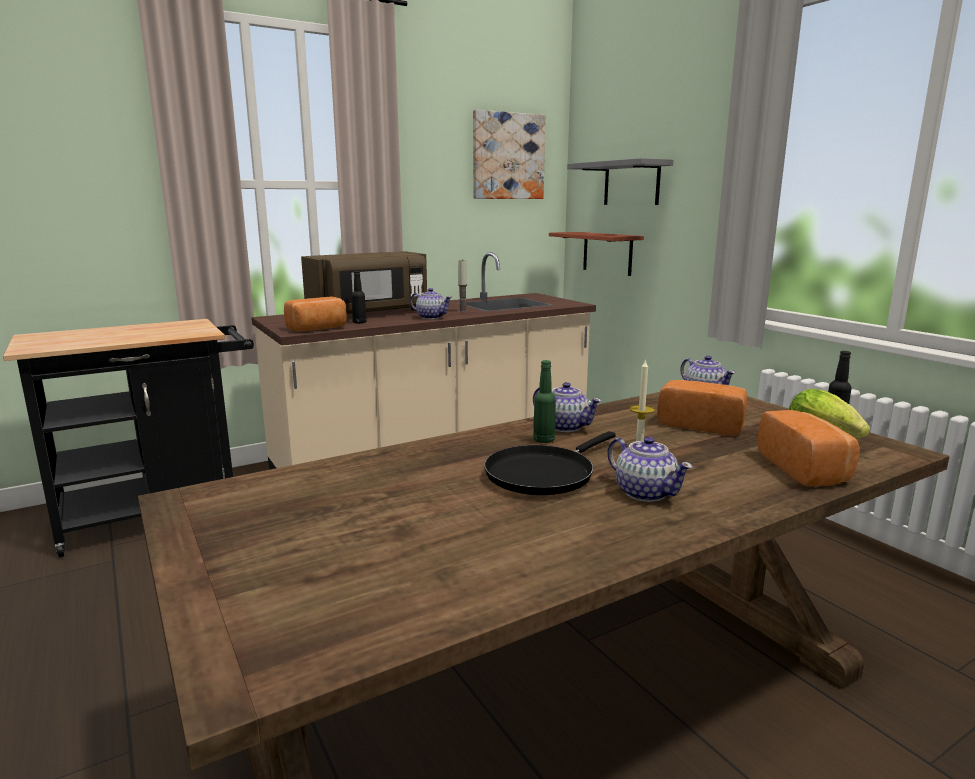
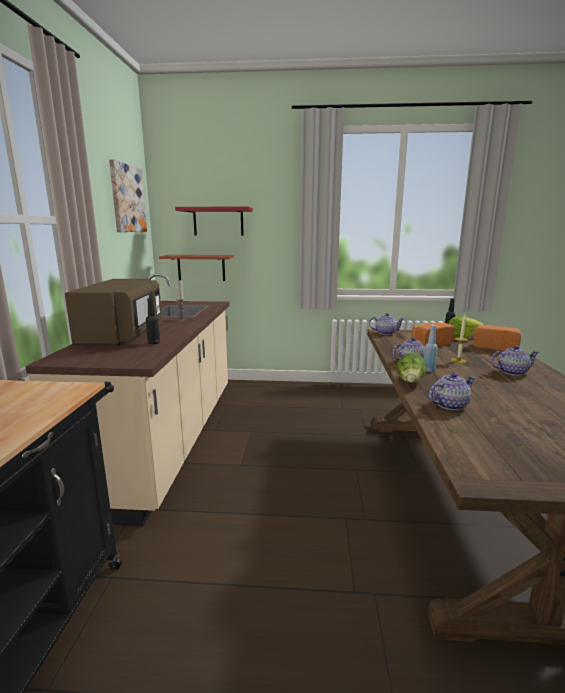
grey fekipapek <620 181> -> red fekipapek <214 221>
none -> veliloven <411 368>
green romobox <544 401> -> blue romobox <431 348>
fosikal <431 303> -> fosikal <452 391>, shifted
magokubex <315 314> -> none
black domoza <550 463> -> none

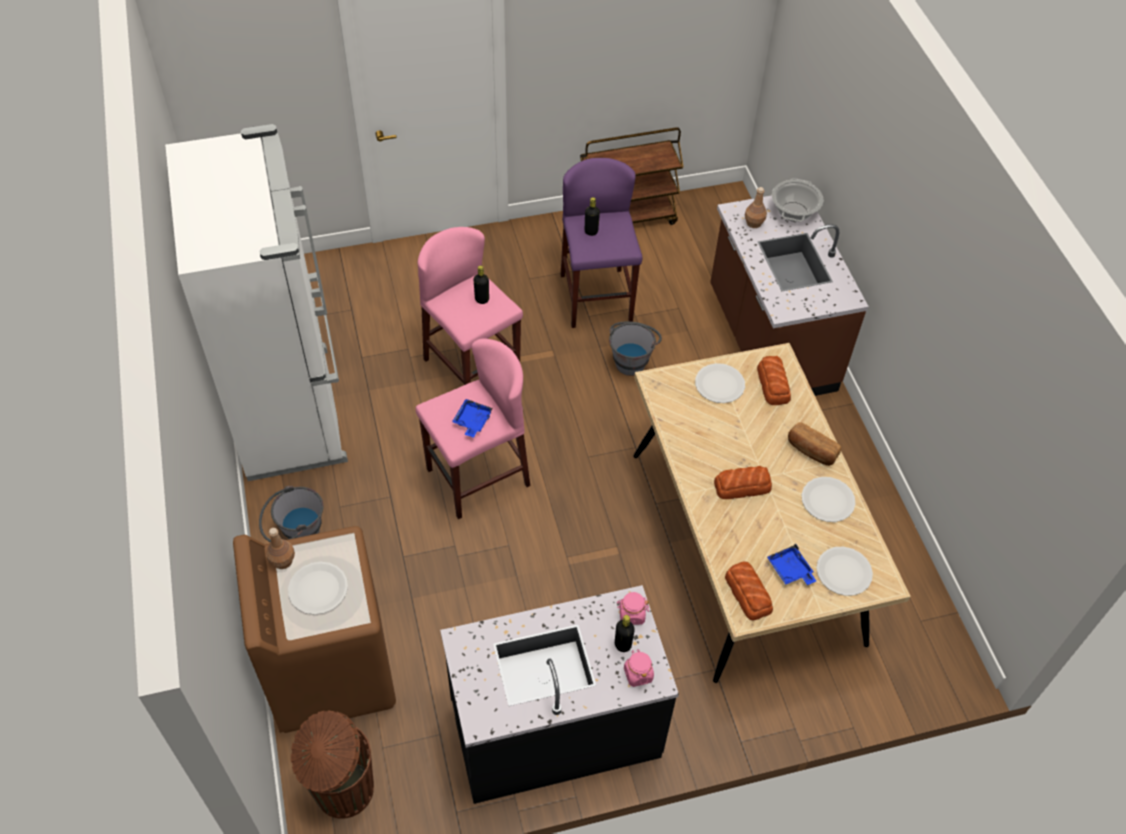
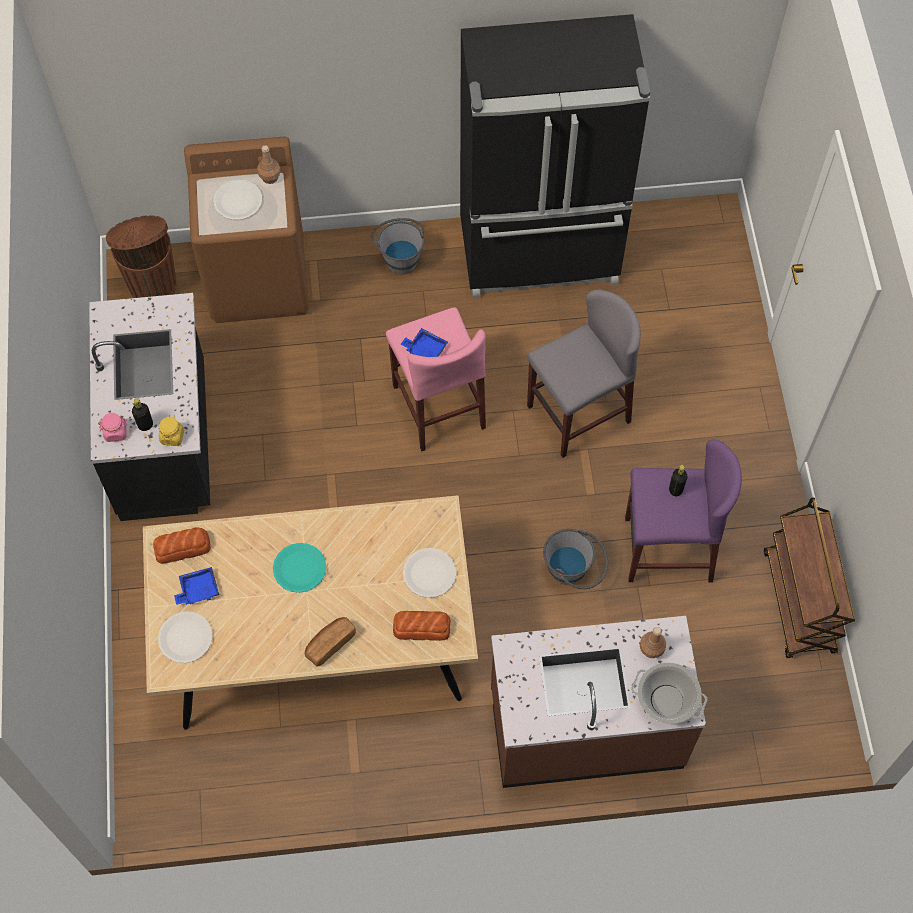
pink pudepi <633 608> -> yellow pudepi <171 430>
magokubex <743 482> -> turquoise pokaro <299 568>
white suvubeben <256 302> -> black suvubeben <555 156>
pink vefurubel <470 306> -> grey vefurubel <584 374>
black romobox <481 284> -> none
white pokaro <828 499> -> none

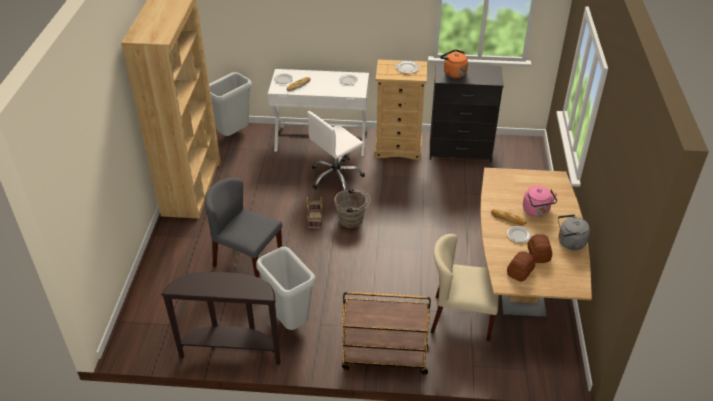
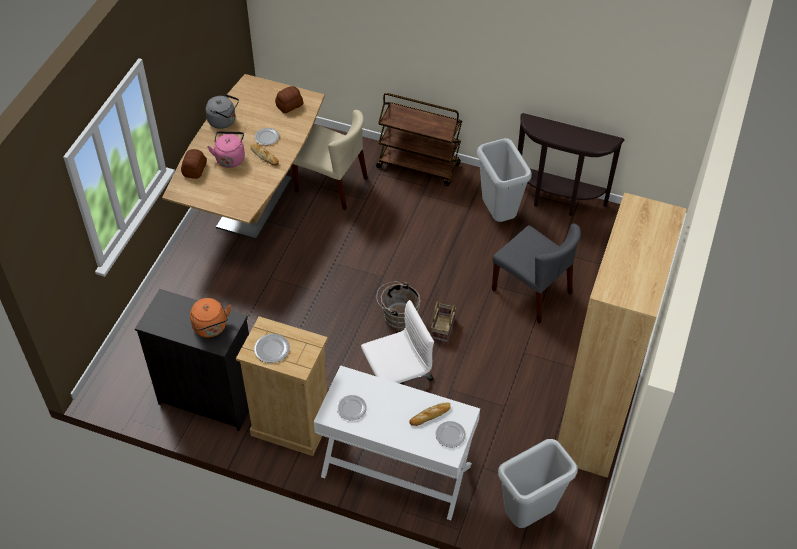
magokubex <540 248> -> magokubex <194 164>, shifted

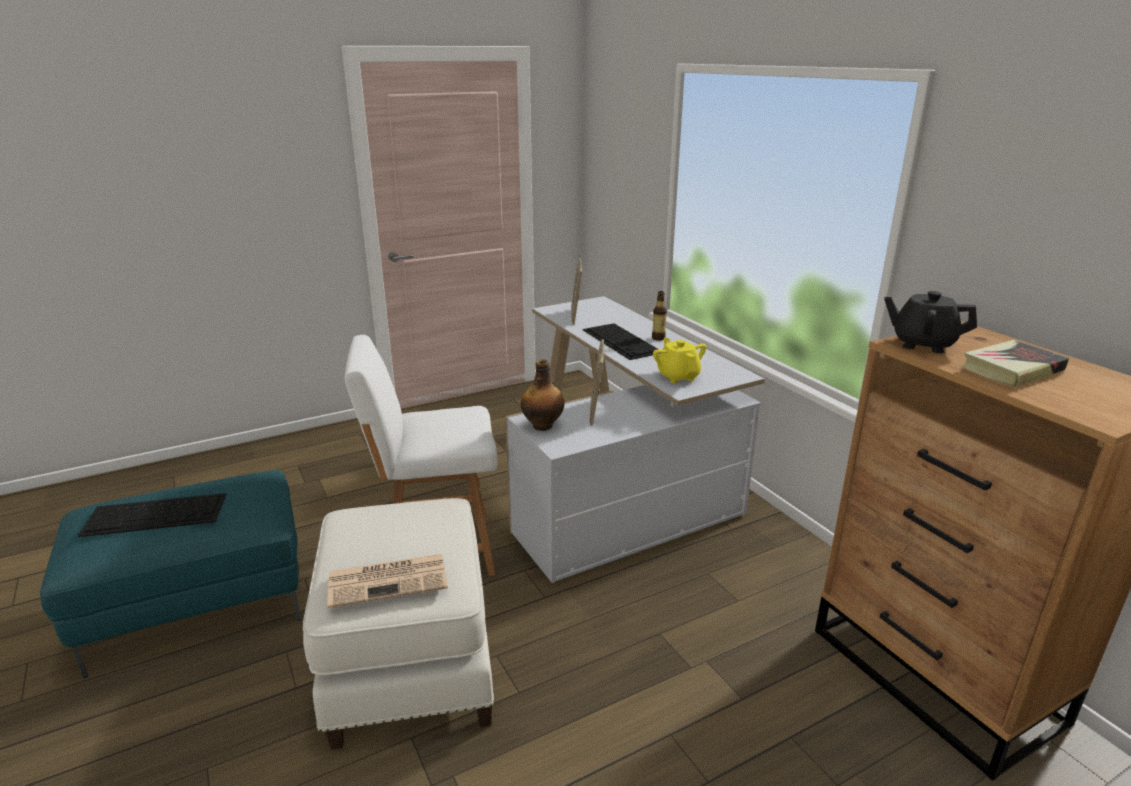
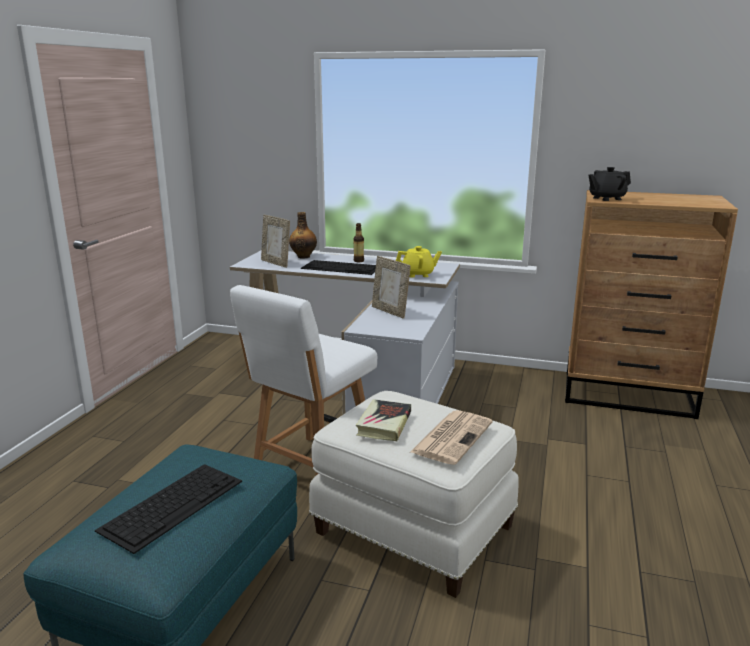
romobox <543 395> -> romobox <303 235>, shifted
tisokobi <1015 364> -> tisokobi <384 420>, shifted
yellow fosikal <680 361> -> yellow fosikal <419 262>, 150 degrees clockwise

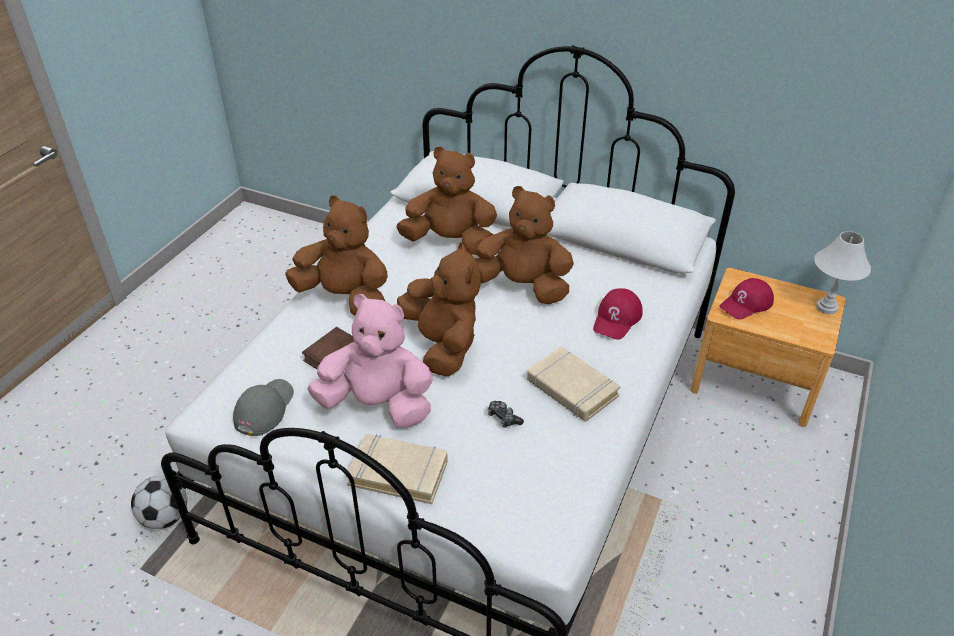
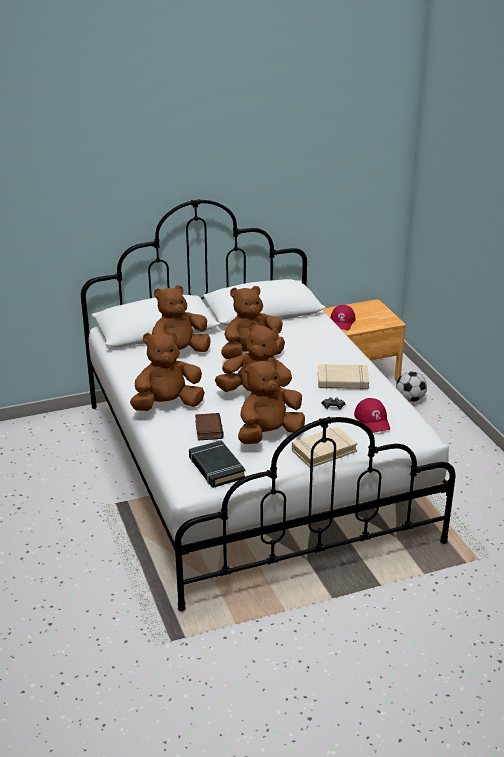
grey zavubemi <263 407> -> black tisokobi <217 464>
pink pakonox <370 361> -> brown pakonox <271 401>
red zavubemi <618 314> -> red zavubemi <372 415>, shifted
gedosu <159 502> -> gedosu <411 386>, shifted
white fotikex <842 272> -> none

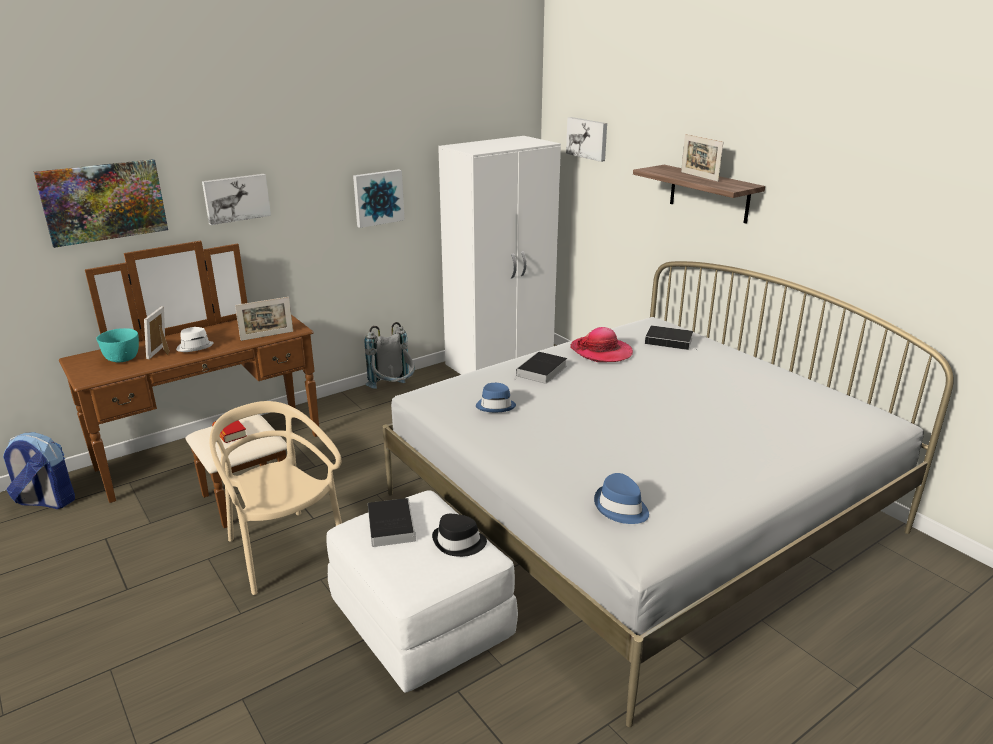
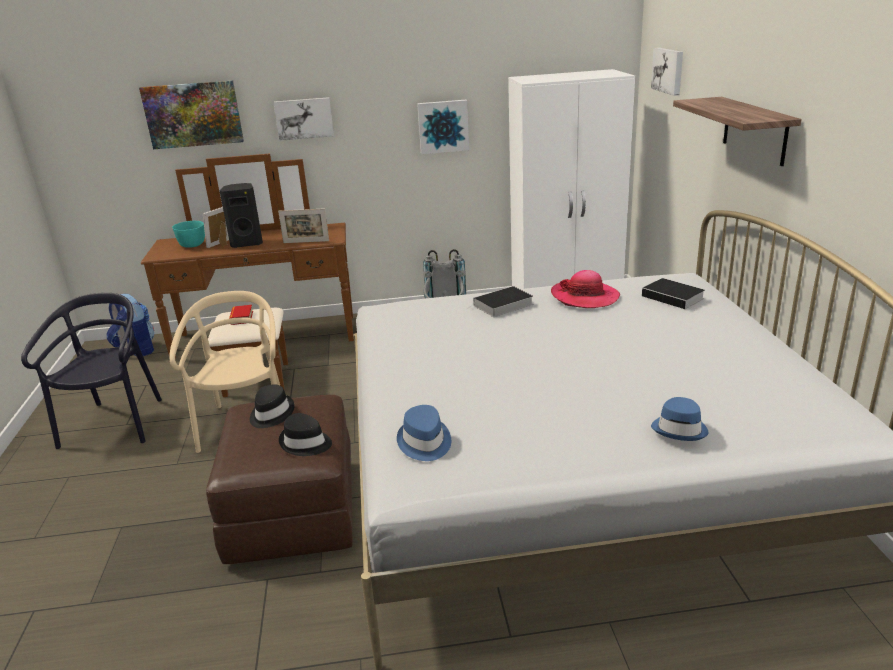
none -> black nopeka <91 371>
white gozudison <422 591> -> brown gozudison <279 479>
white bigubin <195 339> -> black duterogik <241 215>
tisokobi <392 522> -> black bigubin <272 406>
blue bigubin <496 397> -> blue bigubin <679 419>, shifted
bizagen <702 158> -> none

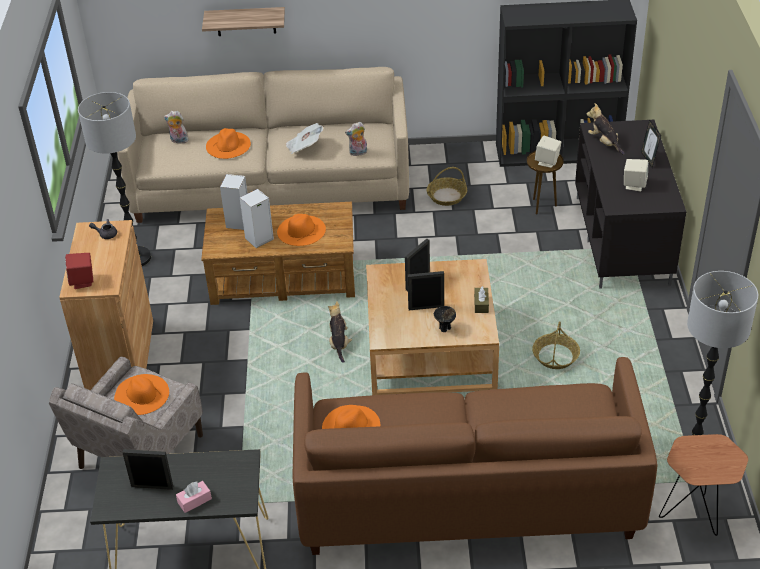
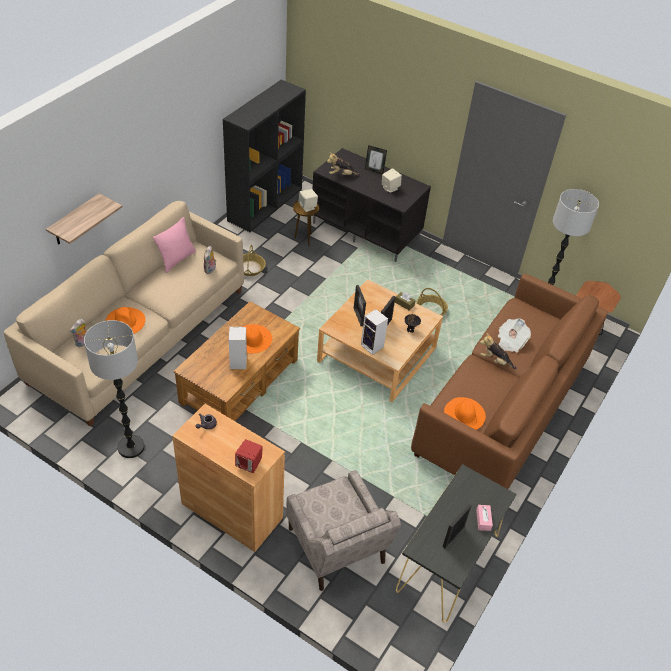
none -> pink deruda <174 245>
duterogik <234 202> -> duterogik <374 332>, shifted
pakonox <340 332> -> pakonox <498 351>, shifted
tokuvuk <304 138> -> tokuvuk <514 335>, shifted
orange bigubin <141 394> -> none

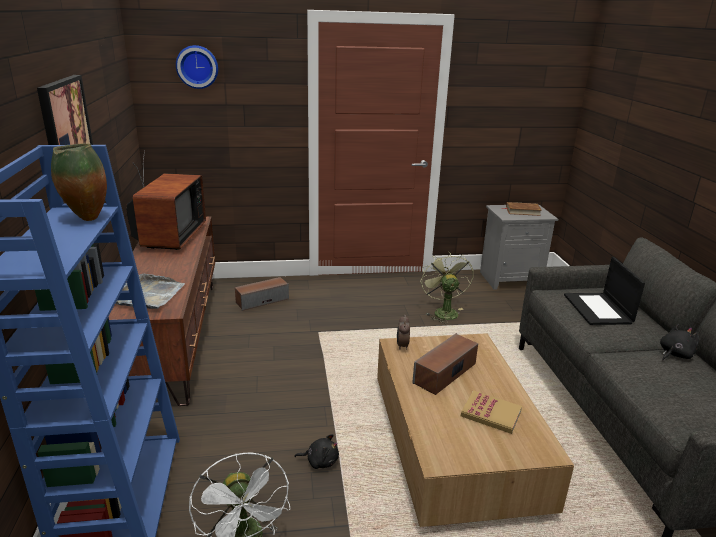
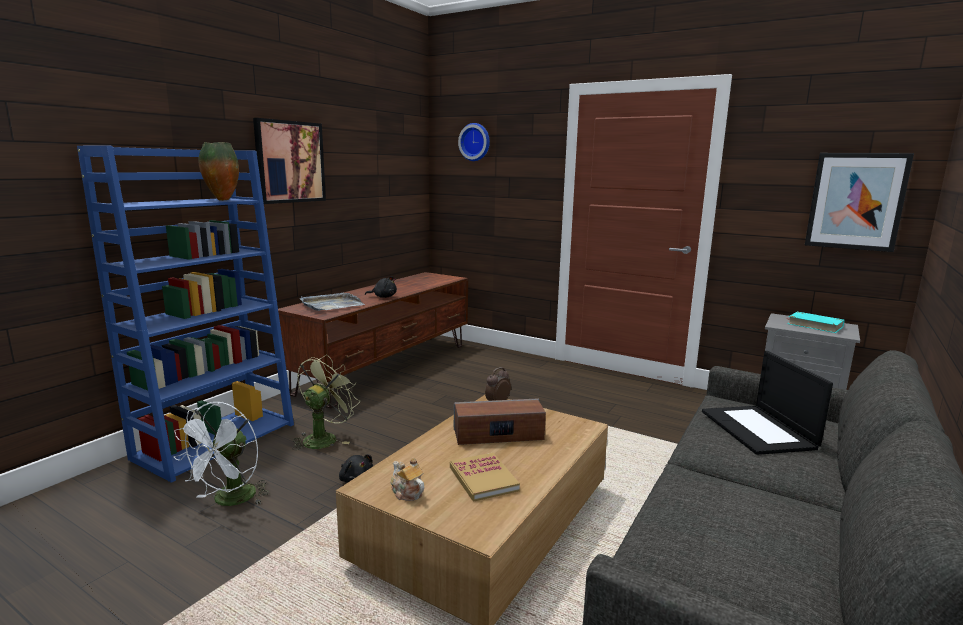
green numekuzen <447 287> -> green numekuzen <326 402>, shifted
black pakonox <679 342> -> black pakonox <381 287>, shifted
none -> fosikal <407 479>
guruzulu <604 291> -> guruzulu <767 403>, 45 degrees counterclockwise
brown tisokobi <521 209> -> turquoise tisokobi <815 322>
none -> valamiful <859 202>
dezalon <166 200> -> none
duterogik <262 294> -> none

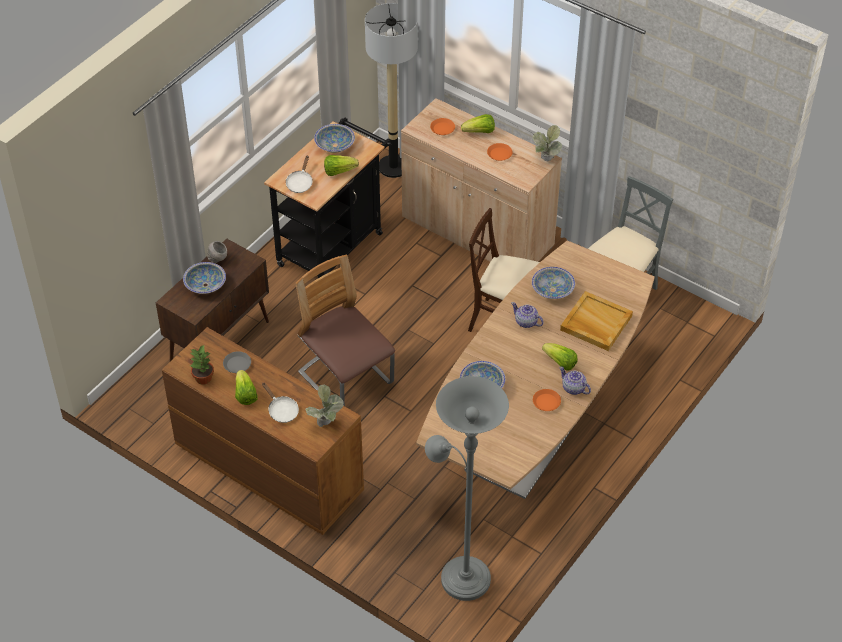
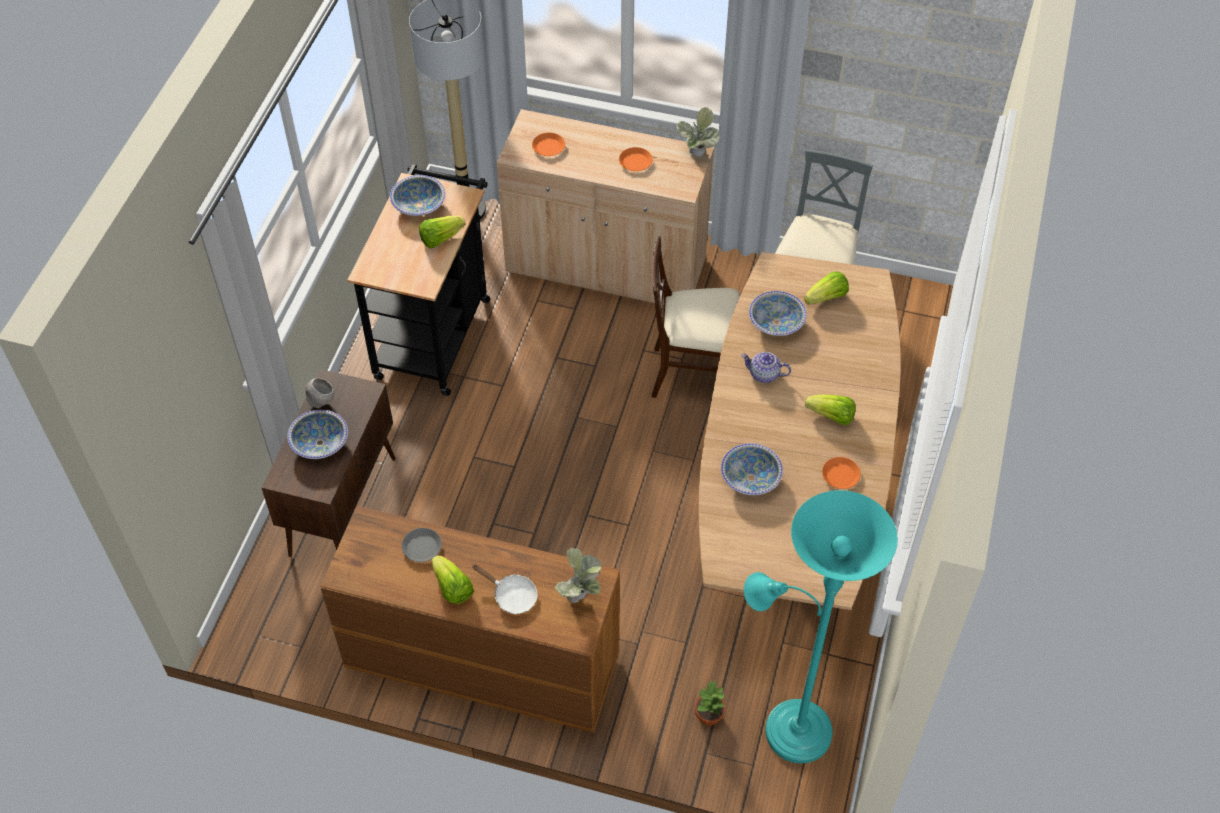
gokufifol <201 365> -> gokufifol <710 703>, shifted
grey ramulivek <467 488> -> turquoise ramulivek <821 626>
veliloven <478 123> -> veliloven <826 288>, shifted
white domoza <299 174> -> none
nopeka <345 330> -> none
fosikal <575 381> -> none
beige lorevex <596 321> -> none

